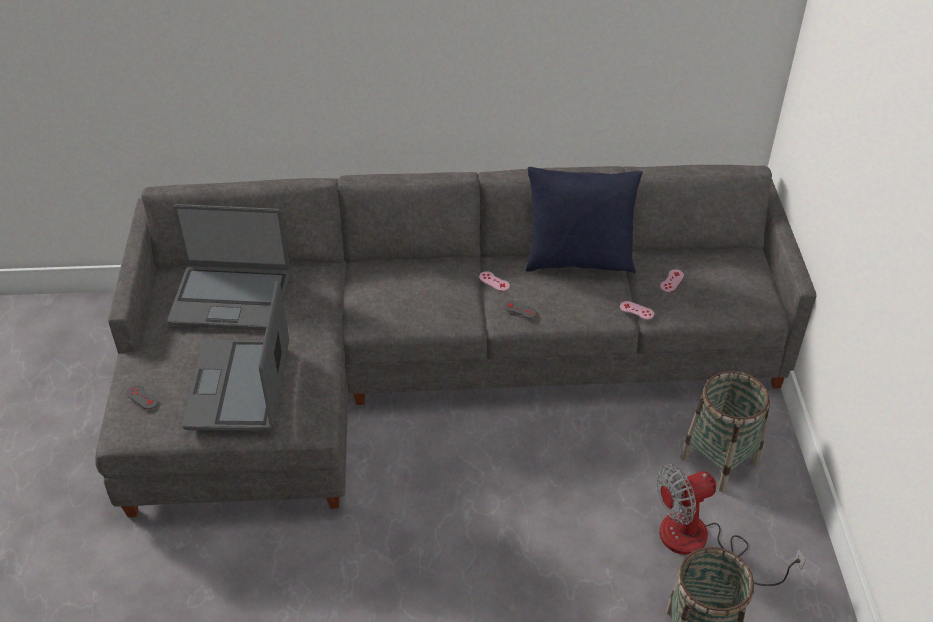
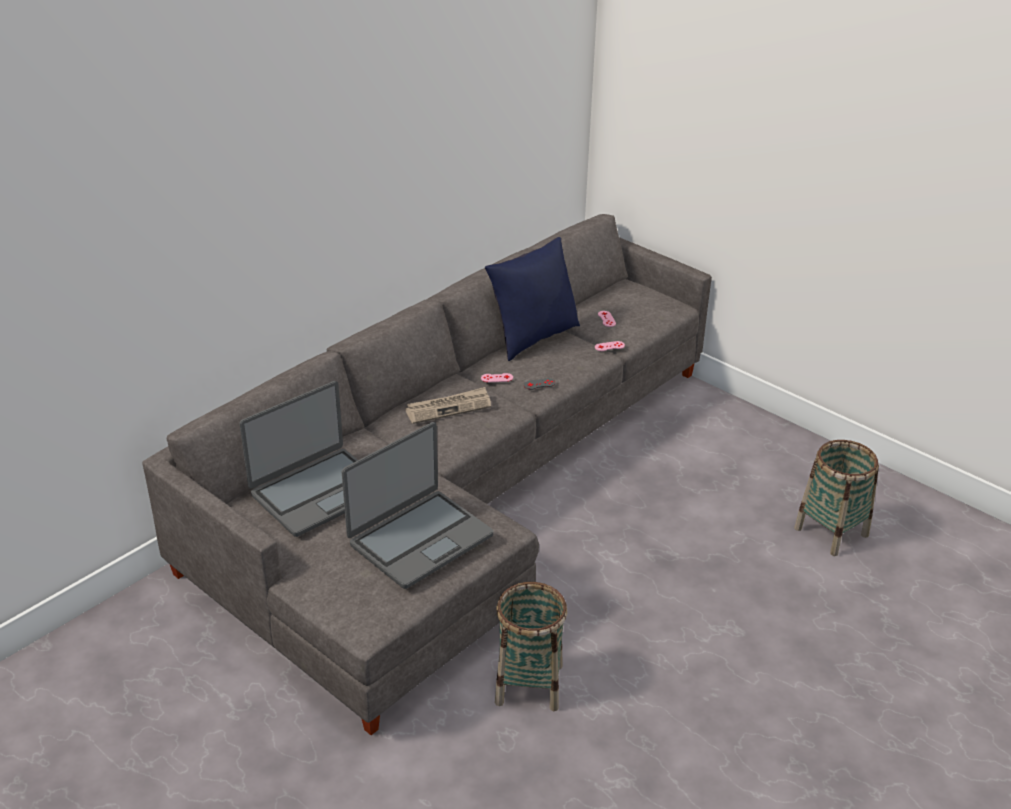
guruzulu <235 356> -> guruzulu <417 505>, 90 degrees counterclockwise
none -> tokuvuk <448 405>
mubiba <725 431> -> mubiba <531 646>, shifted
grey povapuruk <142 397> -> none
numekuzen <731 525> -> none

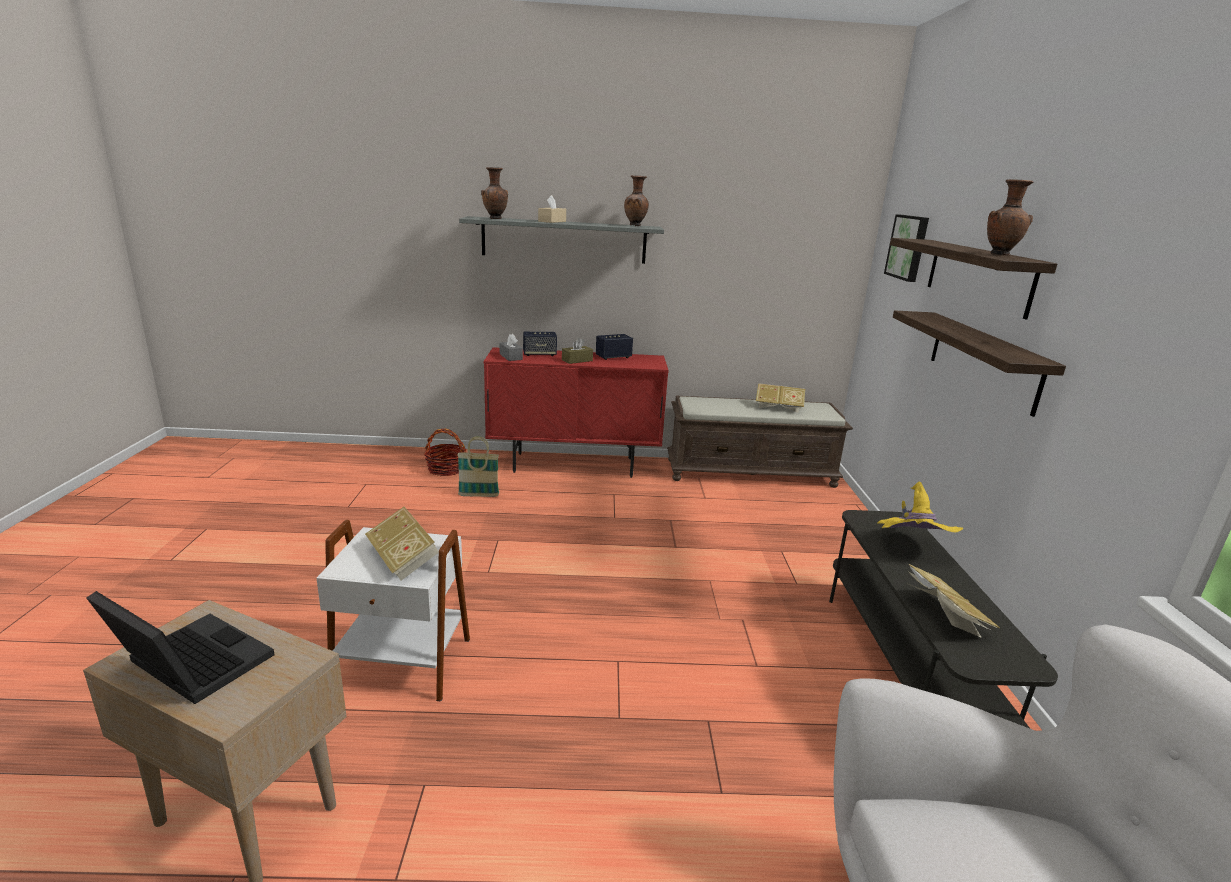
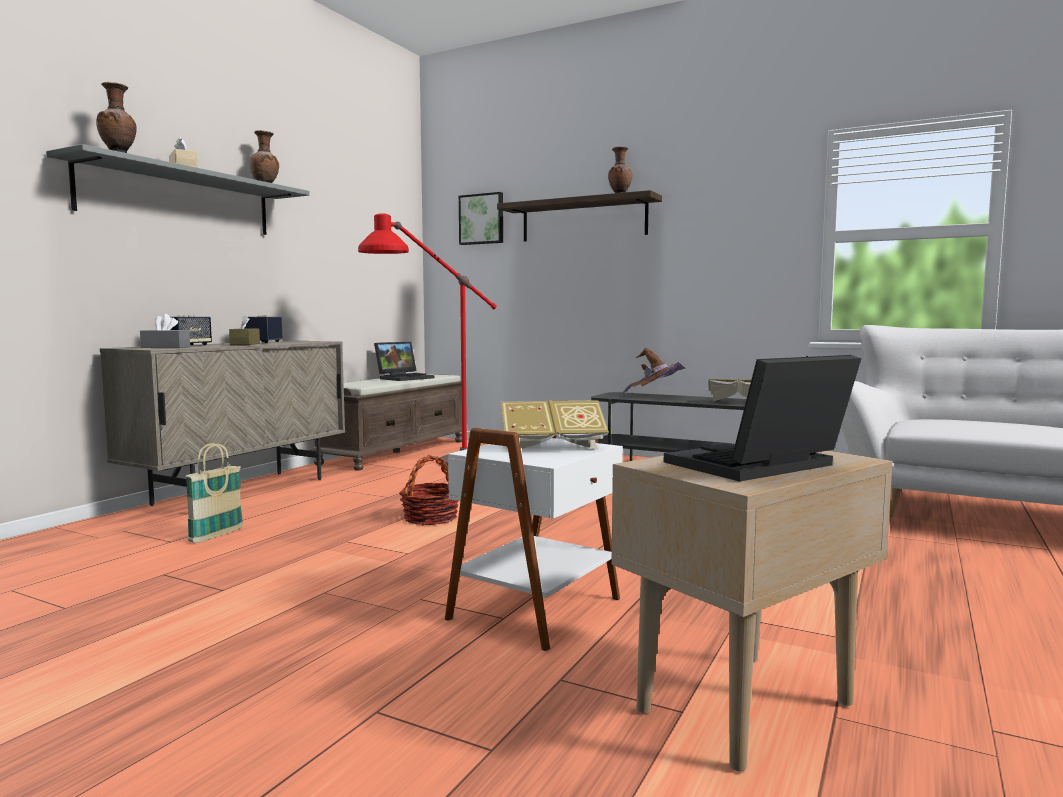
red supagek <576 412> -> beige supagek <222 423>
none -> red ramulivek <427 339>
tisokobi <780 398> -> guruzulu <404 361>
mubiba <445 452> -> mubiba <429 490>, shifted
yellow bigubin <920 507> -> brown bigubin <653 371>
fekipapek <979 363> -> none

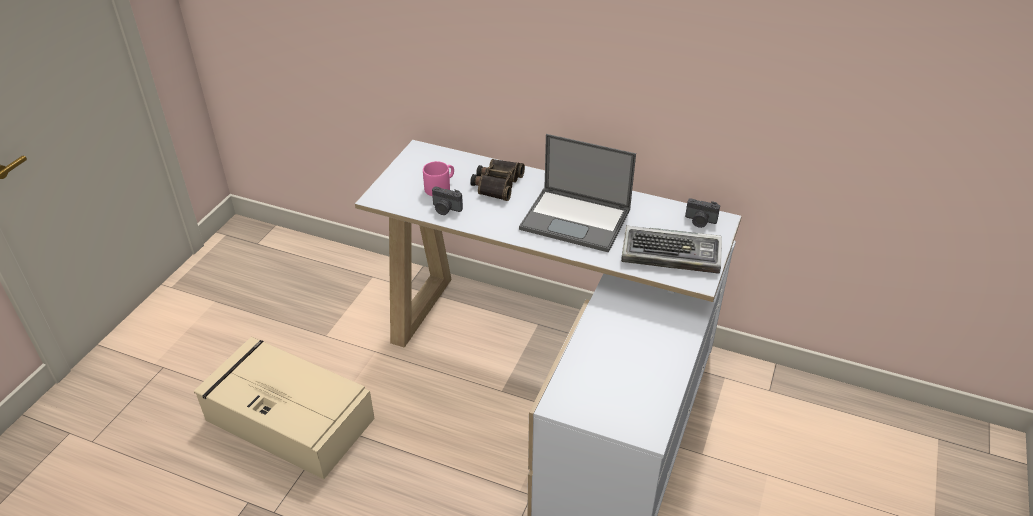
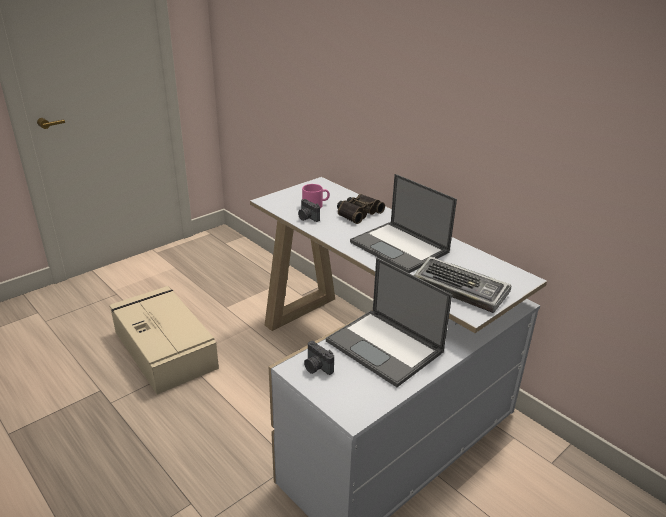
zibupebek <702 213> -> zibupebek <319 358>, shifted
none -> guruzulu <389 322>

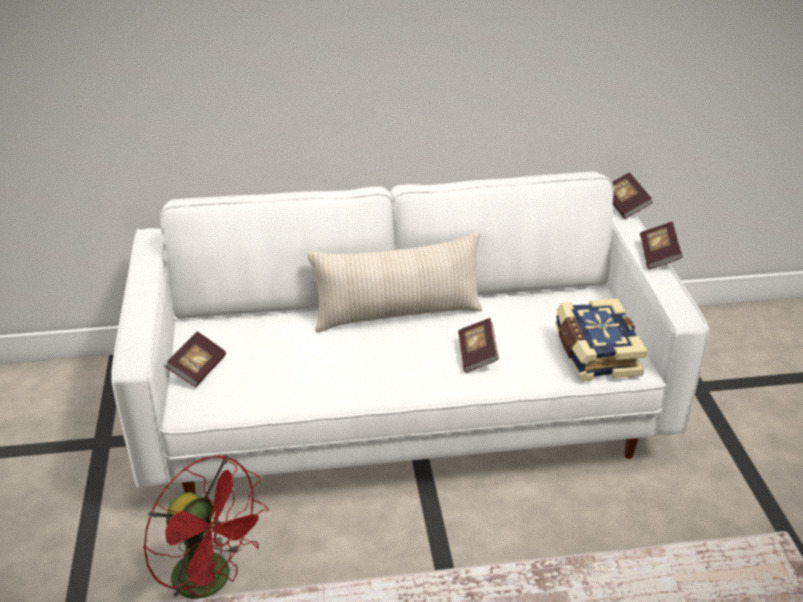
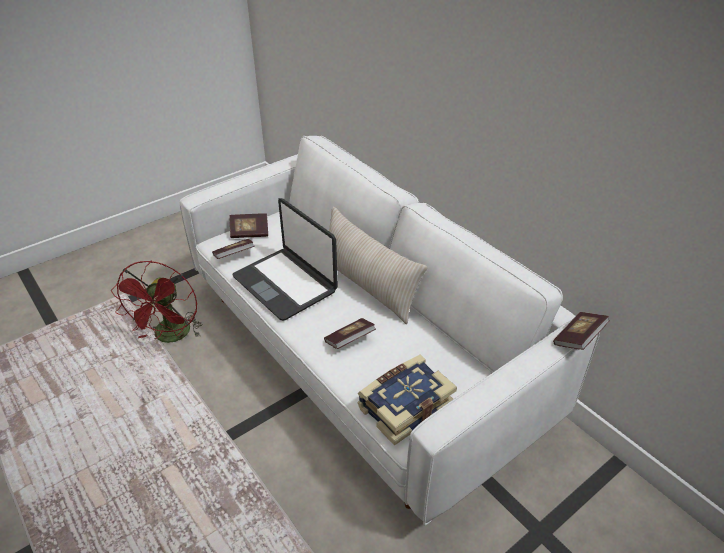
tisokobi <661 245> -> tisokobi <233 249>, shifted
none -> guruzulu <285 259>

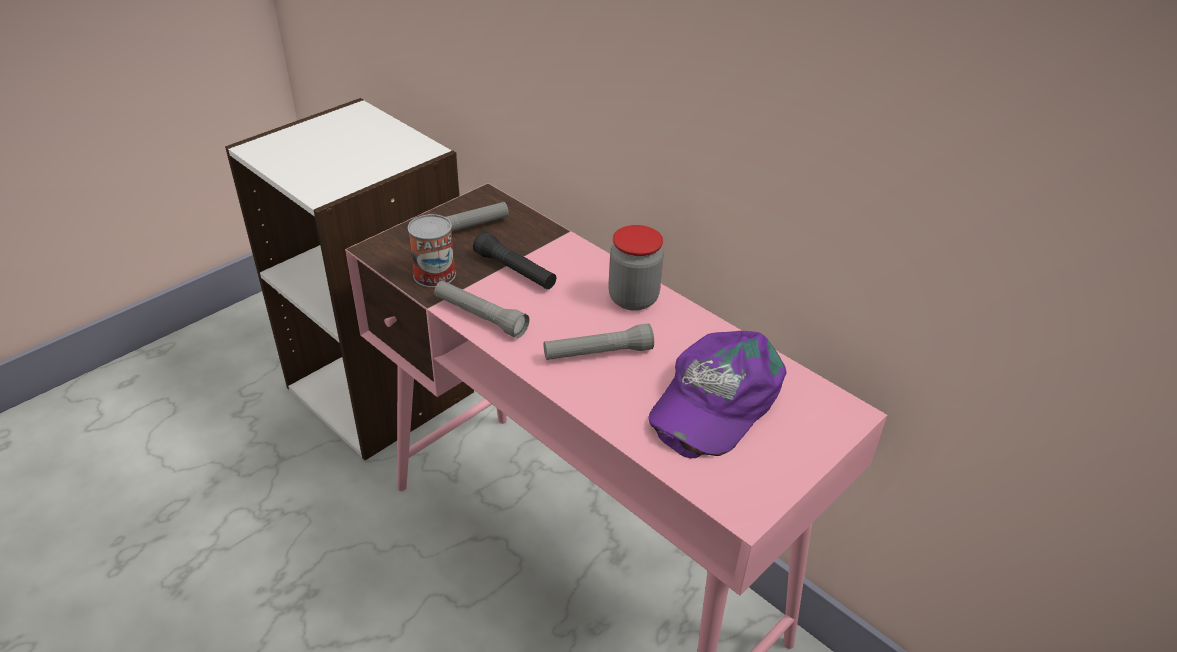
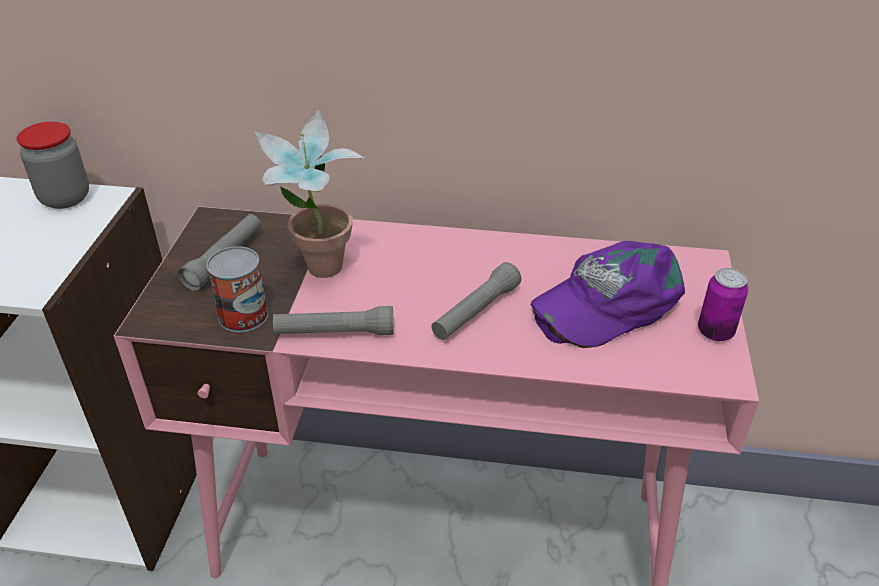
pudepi <636 268> -> pudepi <53 165>, shifted
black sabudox <514 261> -> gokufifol <309 193>
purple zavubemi <717 395> -> purple zavubemi <608 294>, 60 degrees clockwise
none -> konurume <723 304>

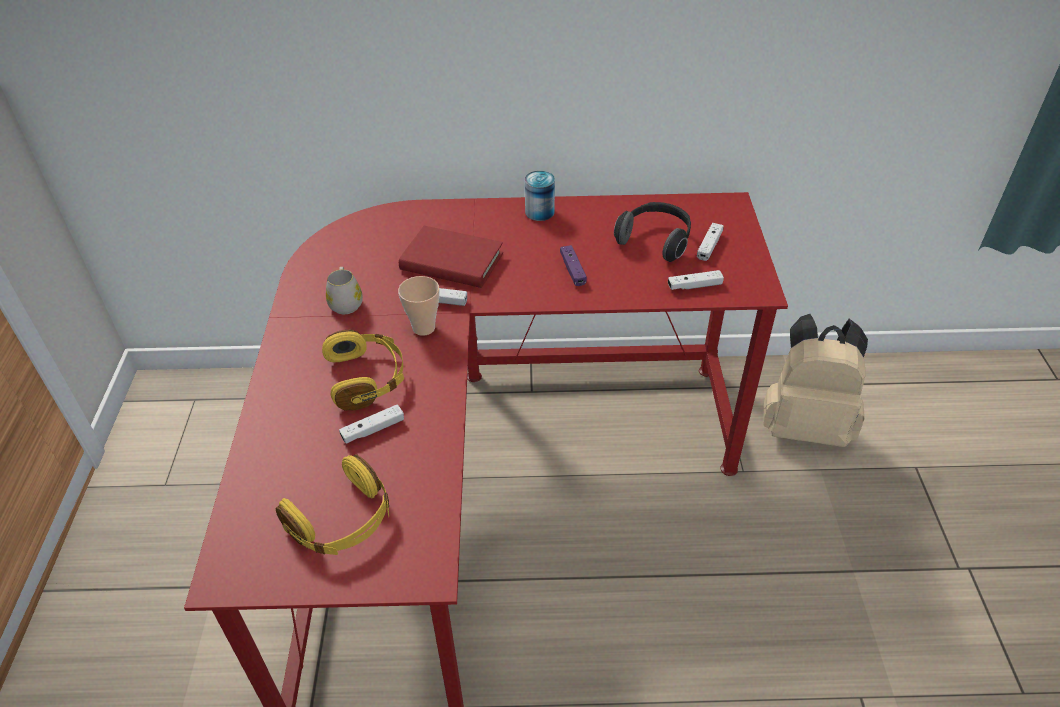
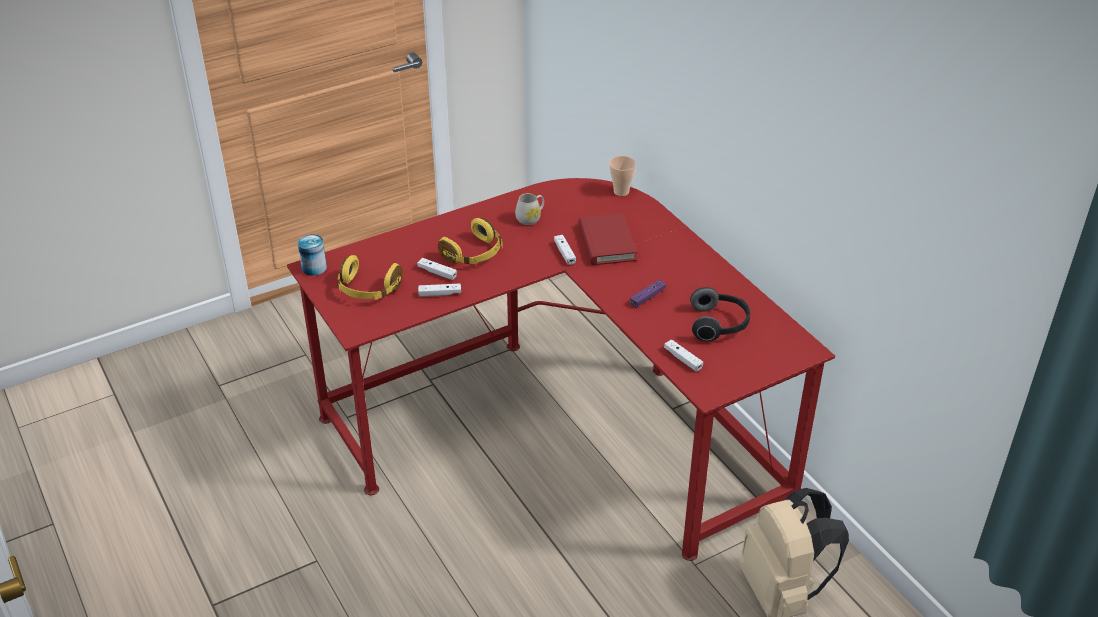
konurume <540 196> -> konurume <312 255>, shifted
white povapuruk <710 242> -> white povapuruk <439 290>, shifted
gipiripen <418 306> -> gipiripen <622 176>, shifted

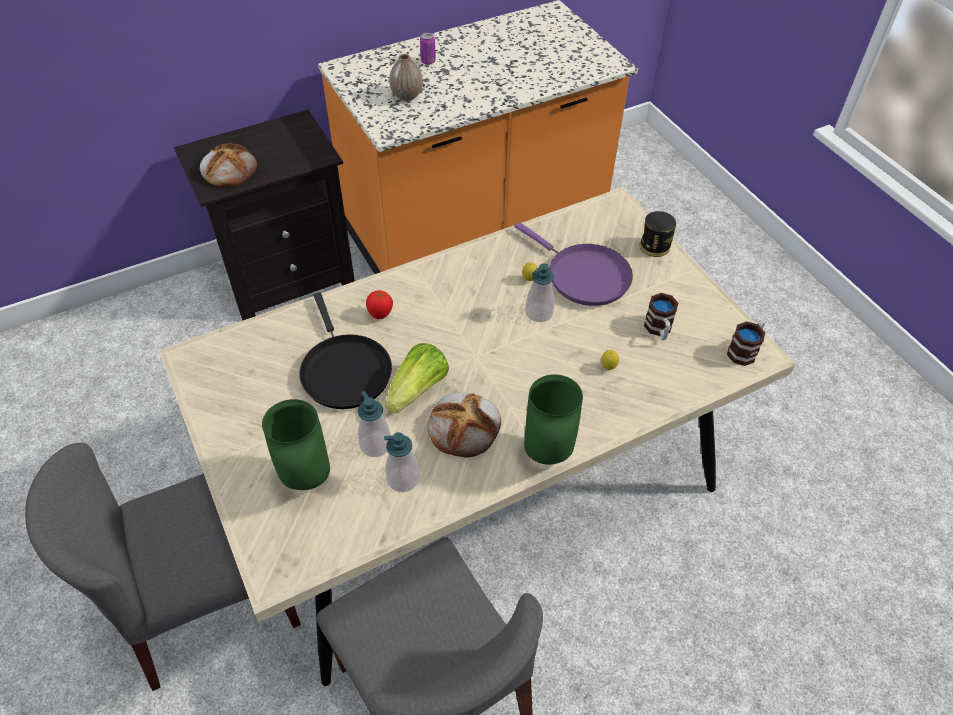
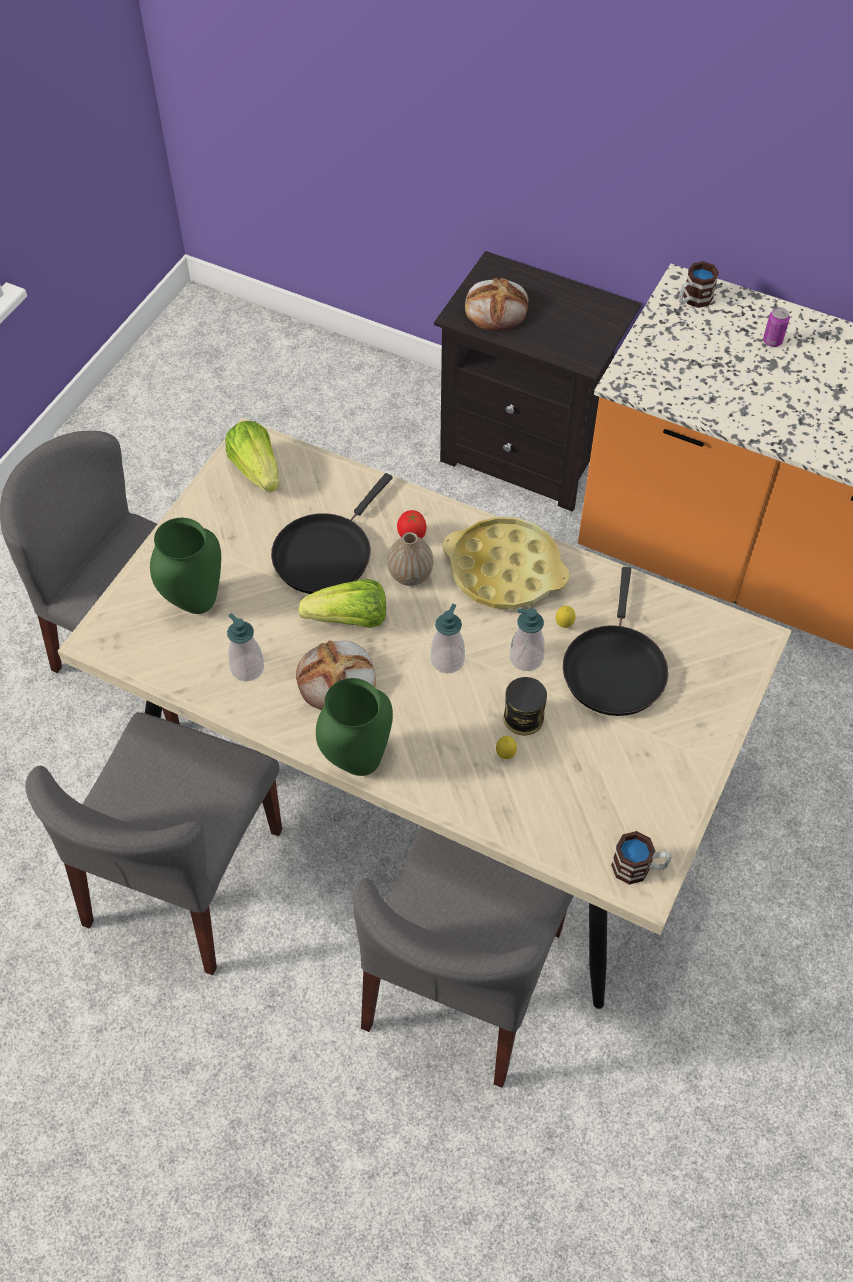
none -> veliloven <252 457>
none -> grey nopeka <463 957>
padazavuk <406 77> -> padazavuk <410 559>, shifted
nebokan <374 424> -> nebokan <448 639>, shifted
none -> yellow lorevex <506 563>
konurume <658 234> -> konurume <525 706>, shifted
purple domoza <573 264> -> black domoza <615 641>
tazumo <661 316> -> tazumo <699 284>, shifted

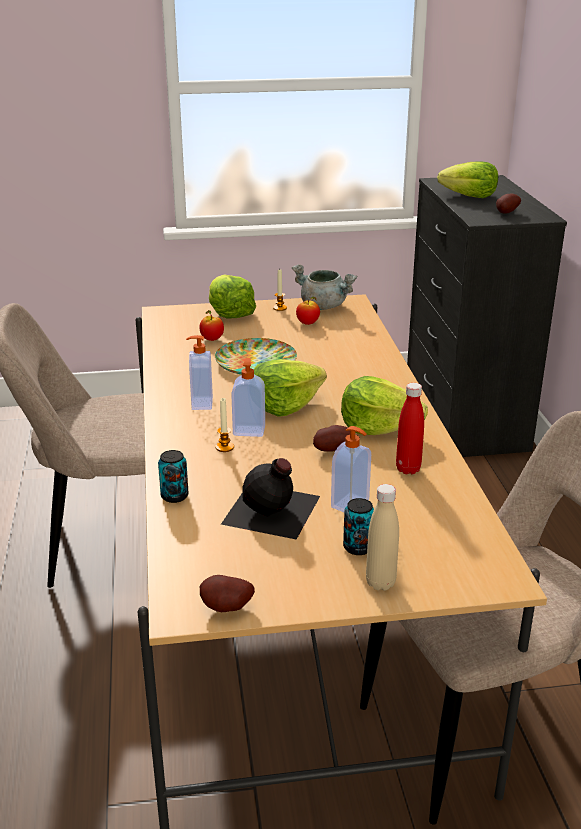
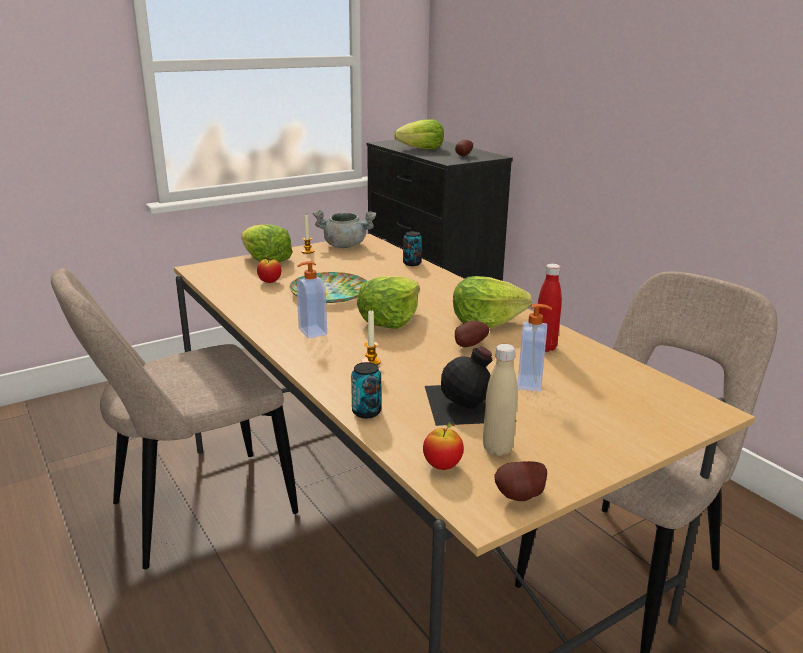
konurume <358 526> -> konurume <412 248>, shifted
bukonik <308 311> -> bukonik <443 446>, shifted
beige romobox <382 537> -> beige romobox <500 400>, shifted
nebokan <248 397> -> none

